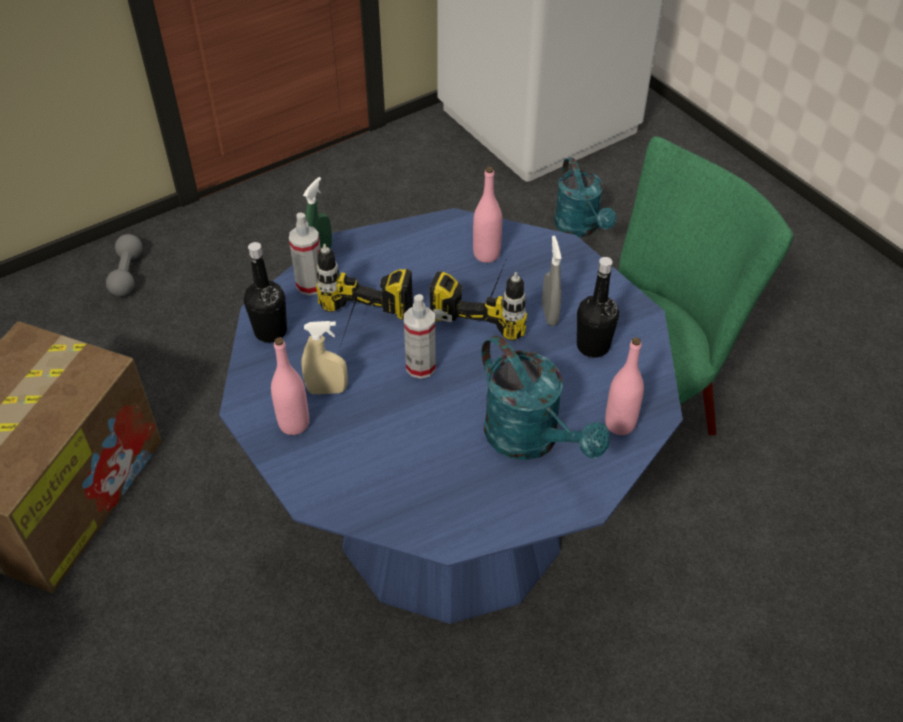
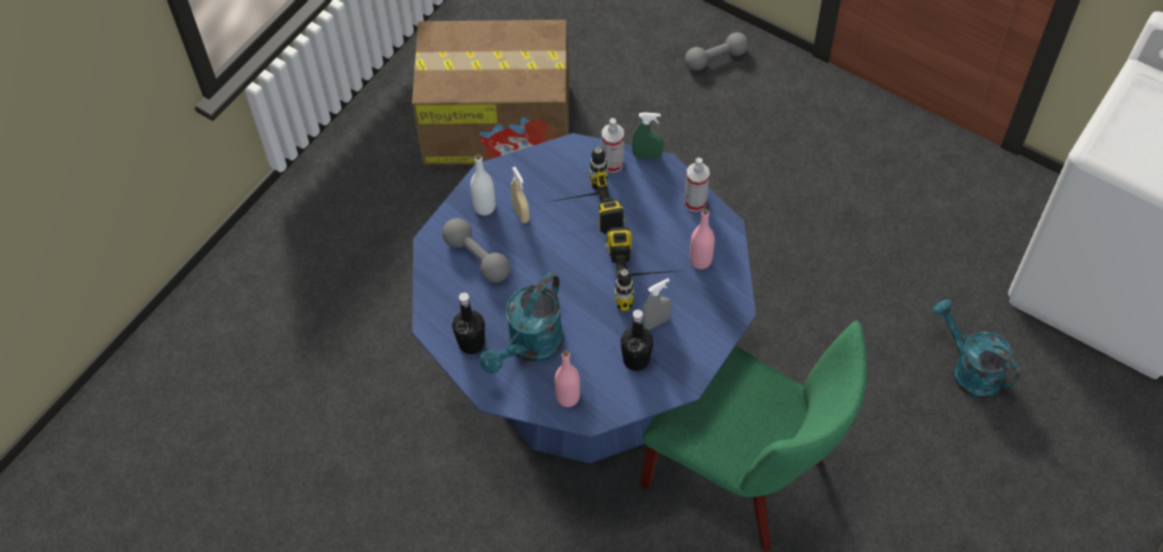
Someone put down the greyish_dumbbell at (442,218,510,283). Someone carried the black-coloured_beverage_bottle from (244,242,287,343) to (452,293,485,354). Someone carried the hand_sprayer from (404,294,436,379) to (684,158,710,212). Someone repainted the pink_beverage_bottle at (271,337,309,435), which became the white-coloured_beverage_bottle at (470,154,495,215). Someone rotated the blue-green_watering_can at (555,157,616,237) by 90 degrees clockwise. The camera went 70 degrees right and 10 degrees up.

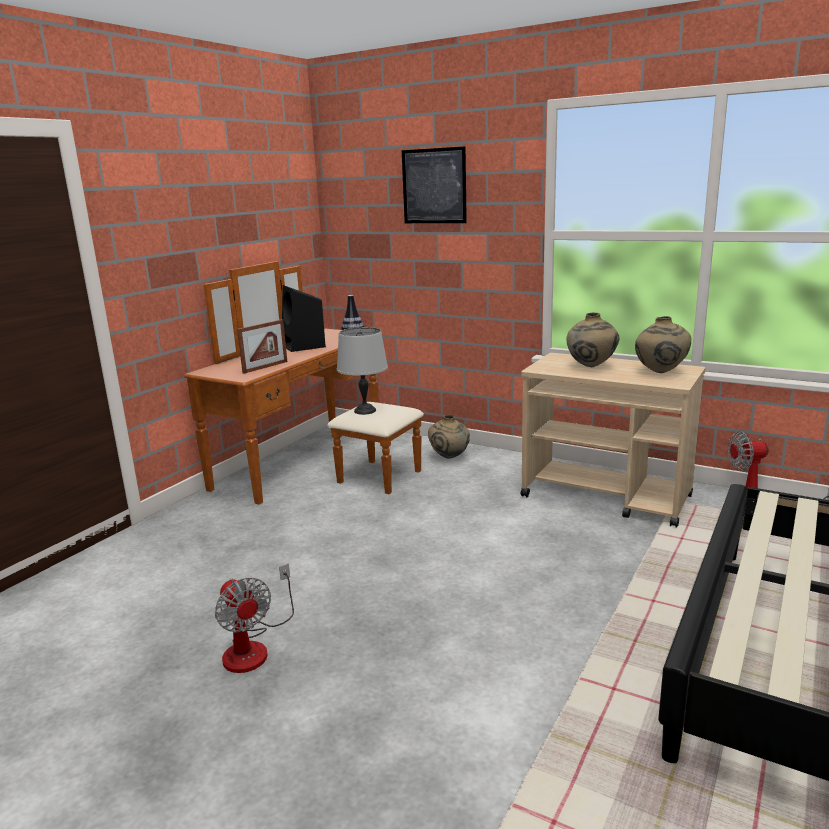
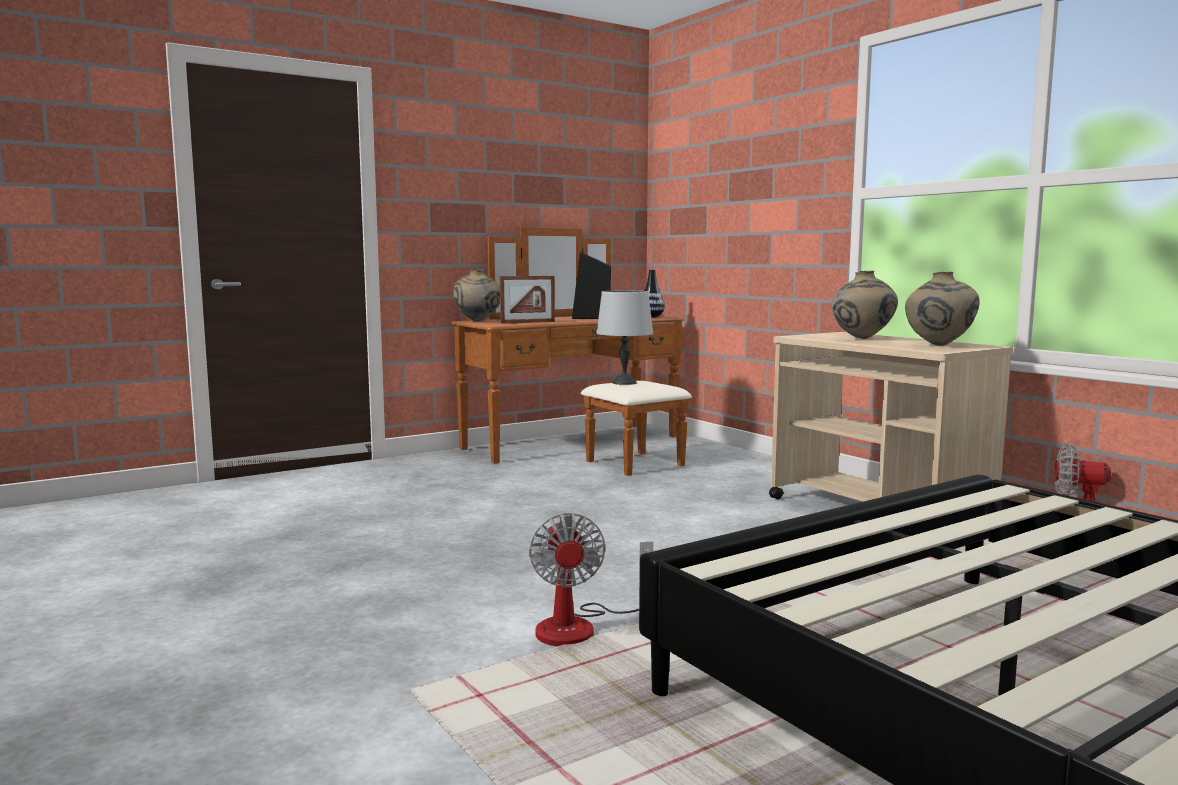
Someone took away the wall_art at (402,146,467,223). Someone carried the electric_fan from (215,564,294,673) to (529,513,653,646). Someone carried the beige-coloured_vase from (428,415,470,459) to (453,269,500,321). The camera went 25 degrees right and 10 degrees down.

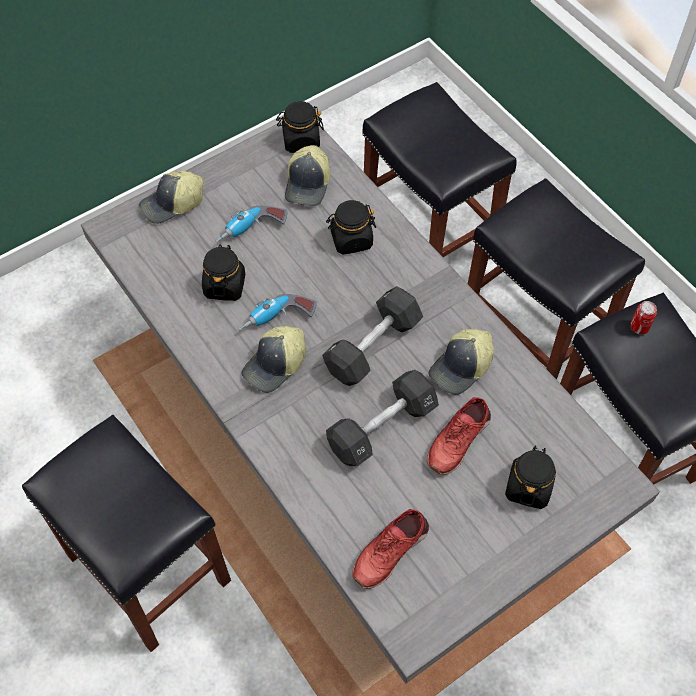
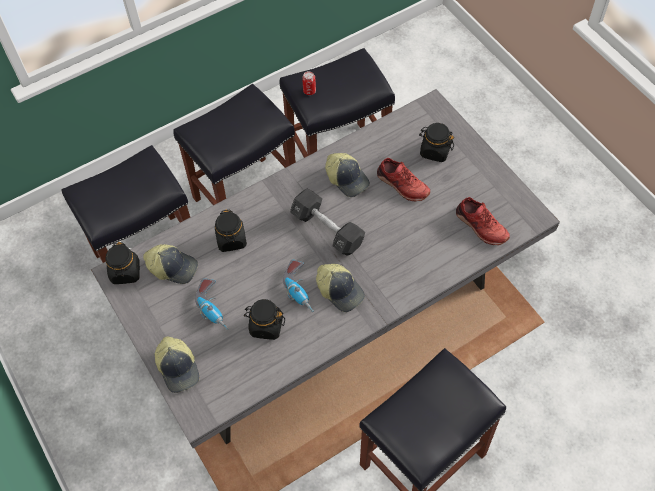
Someone took away the black-coloured_dumbbell at (326,370,439,466). The camera went 85 degrees left and 0 degrees up.

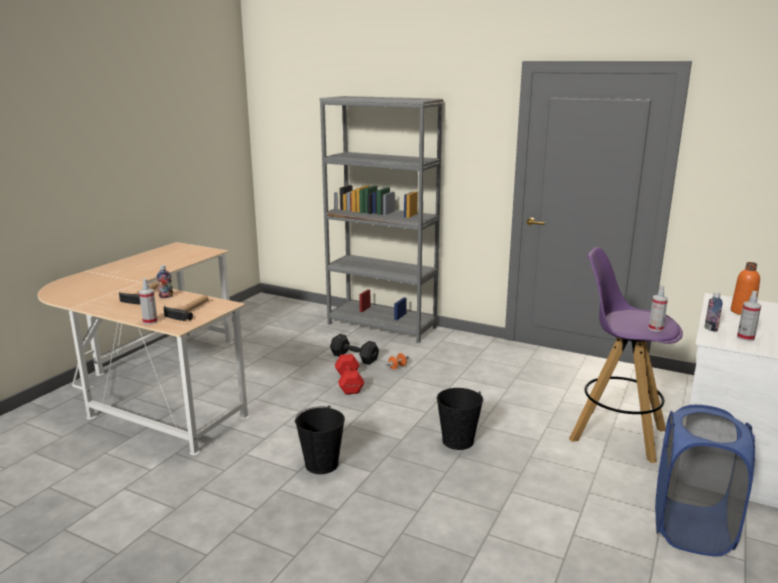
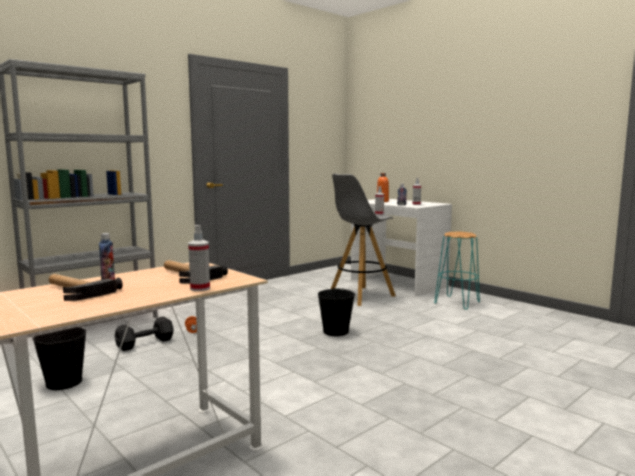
Someone took away the red_dumbbell at (335,354,364,394). Someone carried the black-coloured_bucket from (295,405,345,474) to (32,327,86,390). Someone swapped the bluish_washing_basket at (655,405,755,557) for the blue-green_sitting_stool at (434,232,480,310). Someone repainted the purple_sitting_stool at (569,247,683,463), which became the greyish_sitting_stool at (331,173,396,306). The camera went 70 degrees left and 10 degrees down.

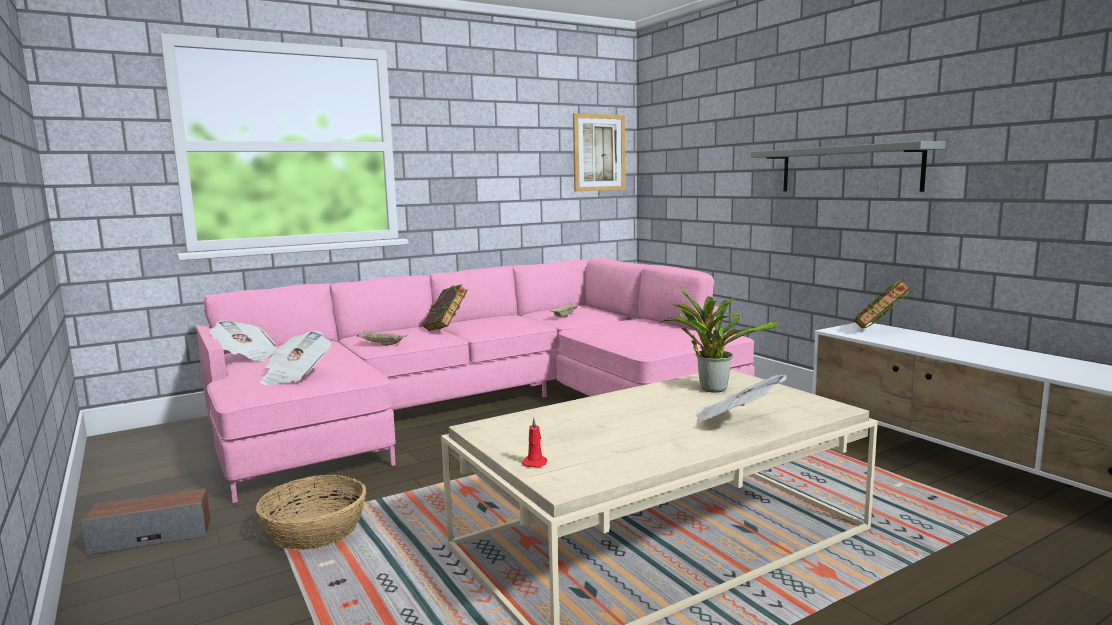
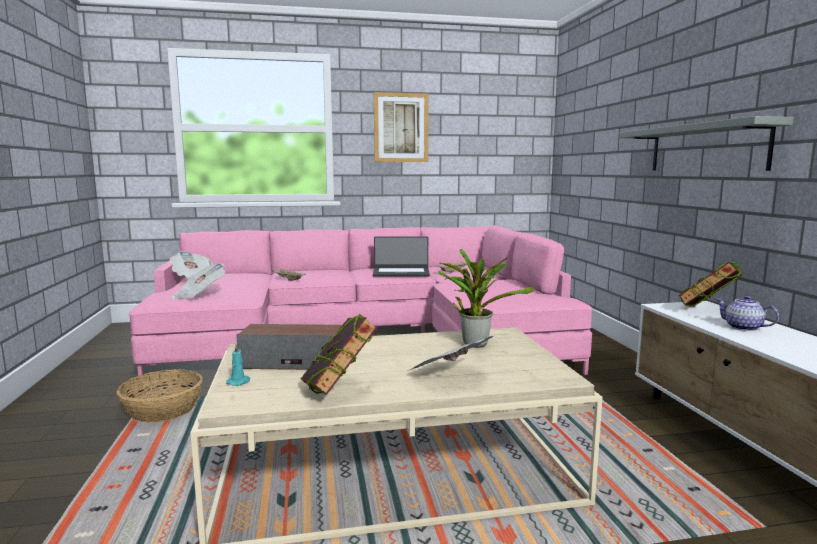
Someone put down the laptop at (373,237,430,277). Someone put down the teapot at (715,295,779,331). Someone carried the loudspeaker from (81,488,210,556) to (236,324,342,370). Someone carried the volume from (423,284,468,331) to (301,314,378,395). Someone carried the wall_art from (573,113,626,192) to (374,92,429,162). Someone repainted the red_wax_candle at (522,418,547,468), which became the blue-green_wax_candle at (226,343,250,386). The camera went 20 degrees right and 0 degrees up.

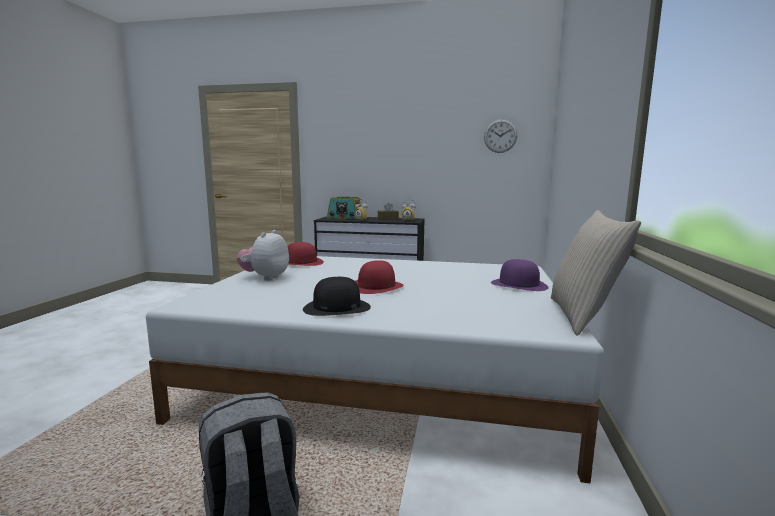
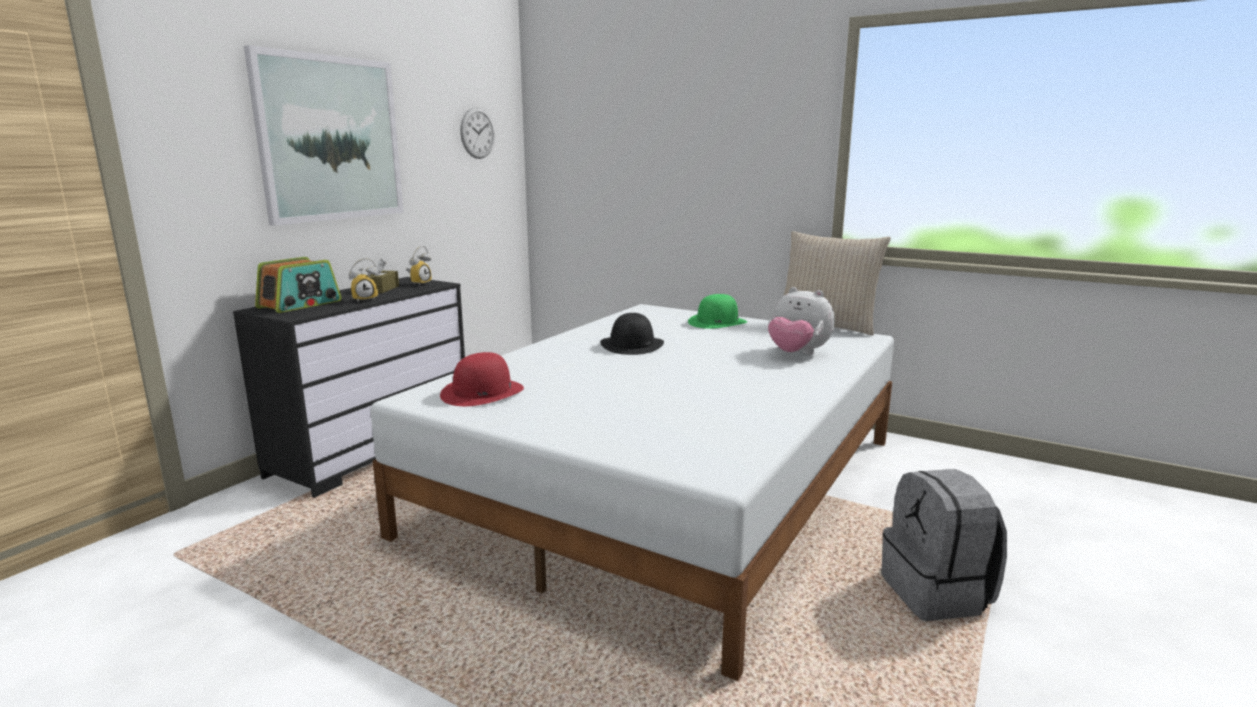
Someone took away the red_clothing_hat at (355,260,404,294). Someone put up the wall_art at (244,45,404,226). Someone carried the soft_toy from (237,230,289,281) to (768,287,835,354). Someone carried the black-coloured_clothing_hat from (303,277,371,316) to (600,313,664,355). Someone repainted the purple_clothing_hat at (491,259,548,291), which became the green_clothing_hat at (688,294,747,329). The camera went 70 degrees left and 5 degrees up.

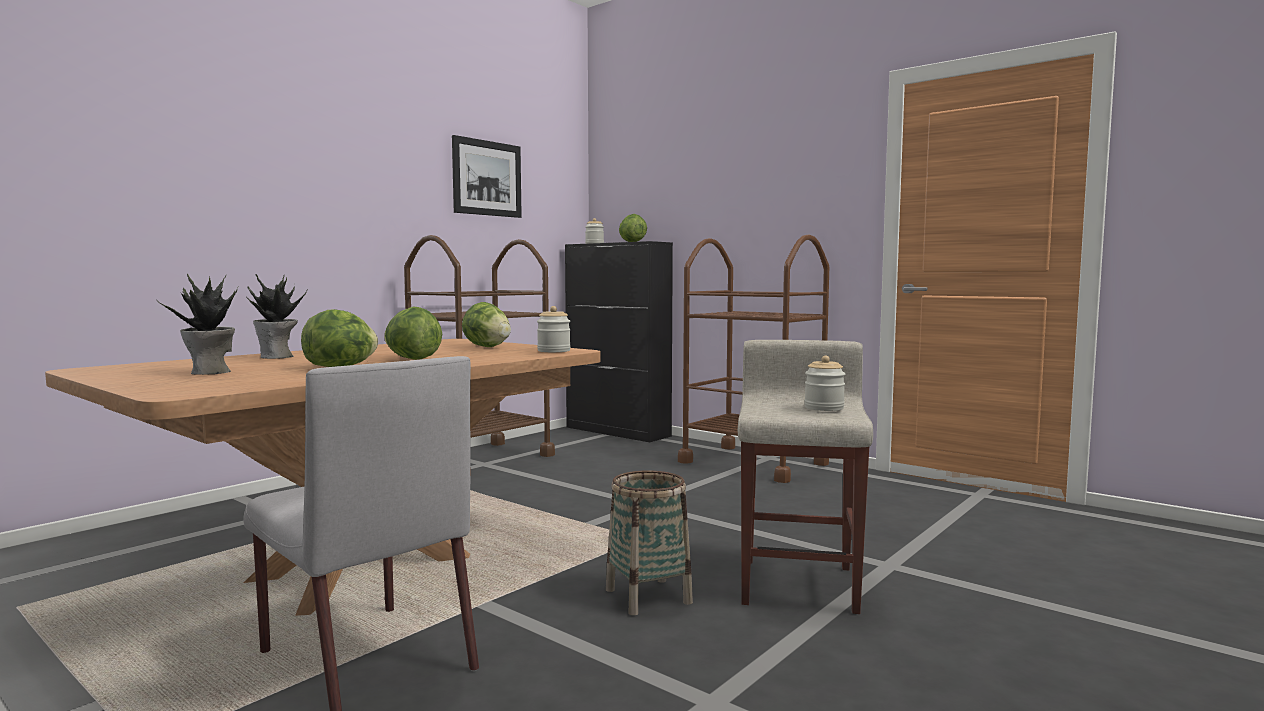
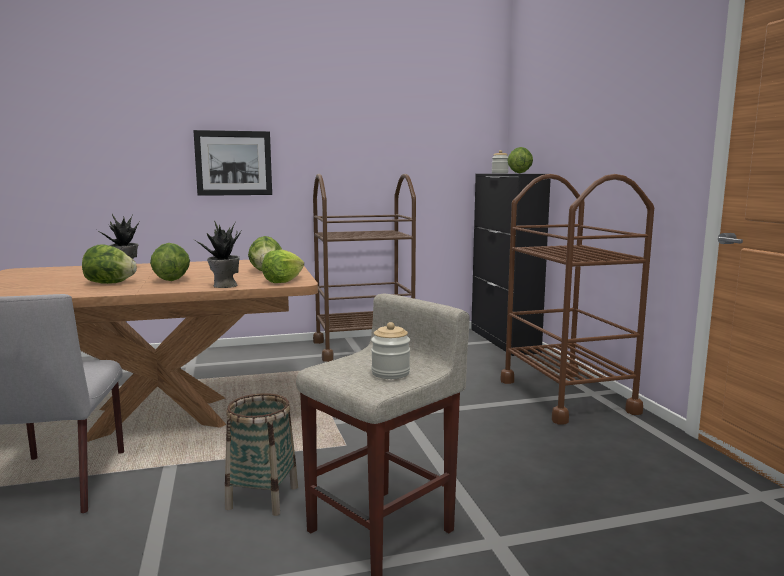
Someone carried the houseplant from (159,273,238,375) to (195,220,241,288). Someone carried the wall_art from (452,135,522,218) to (193,130,272,196). Someone swapped the jar at (537,306,571,352) for the lettuce_head at (261,249,304,283). The camera went 35 degrees right and 5 degrees up.

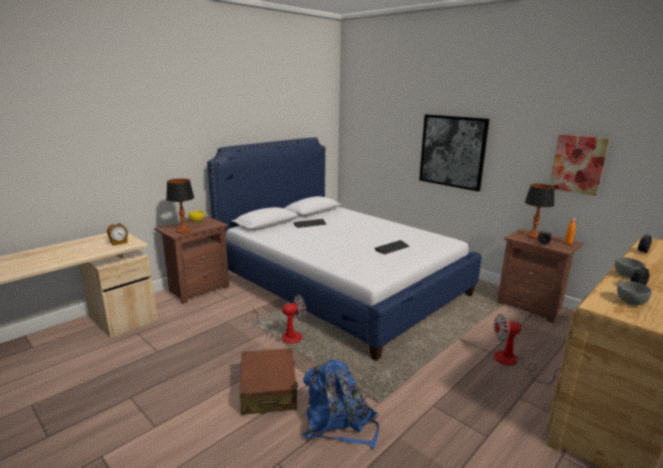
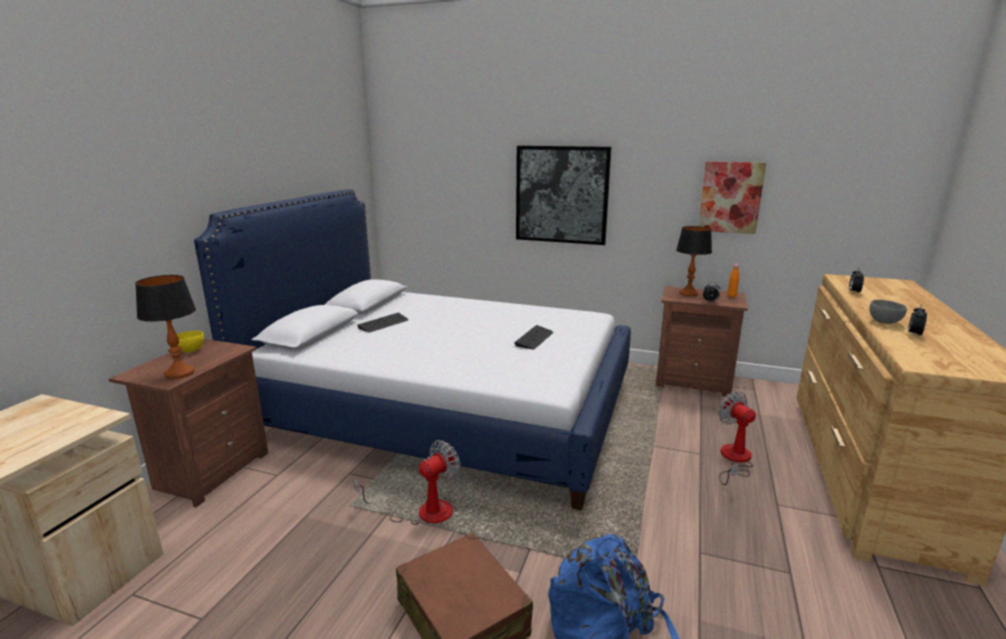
Someone took away the alarm_clock at (107,223,128,246). Someone took away the greyish_bowl at (617,281,651,305). Someone rotated the electric_fan at (494,314,561,384) by 90 degrees clockwise. The camera went 25 degrees left and 0 degrees up.

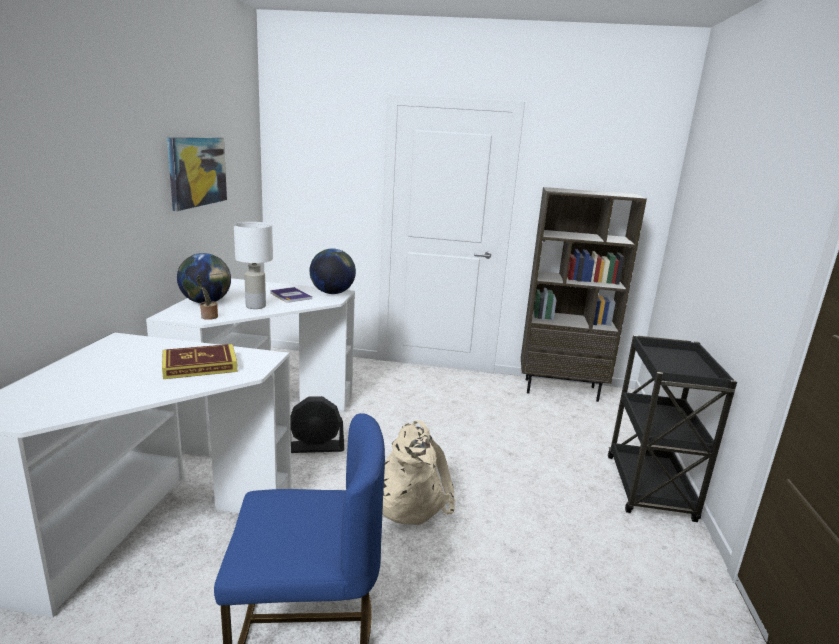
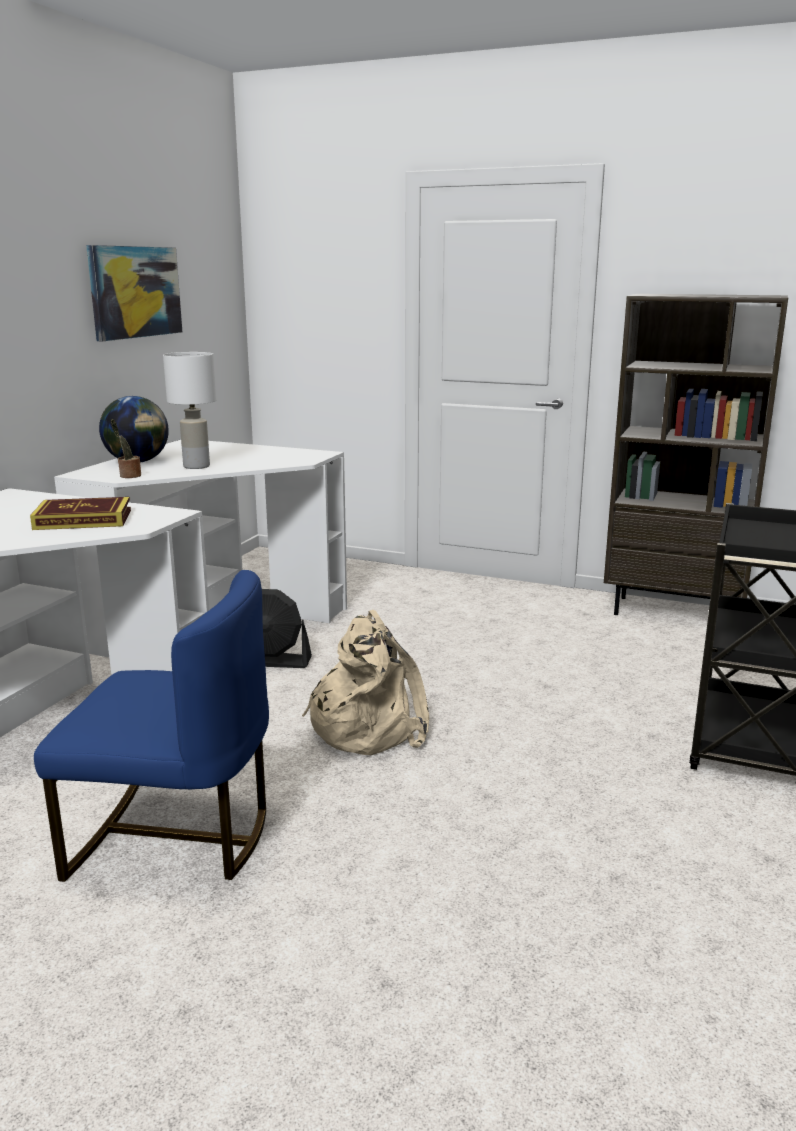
Someone took away the volume at (271,287,312,303). Someone took away the globe at (310,248,356,294). The camera went 15 degrees right and 0 degrees up.

